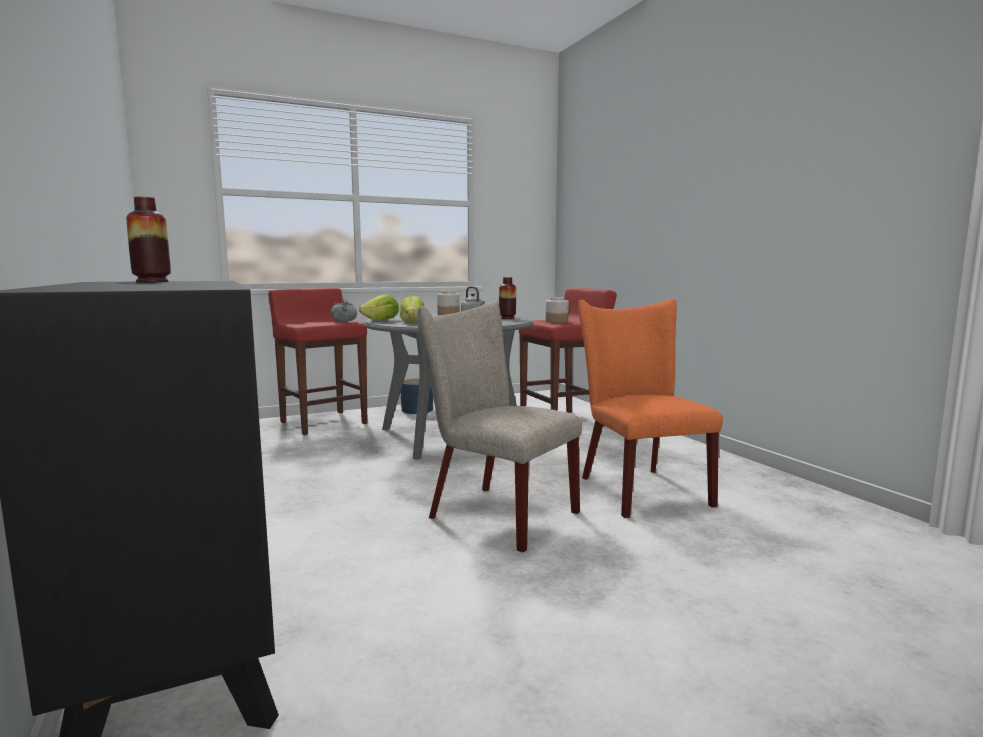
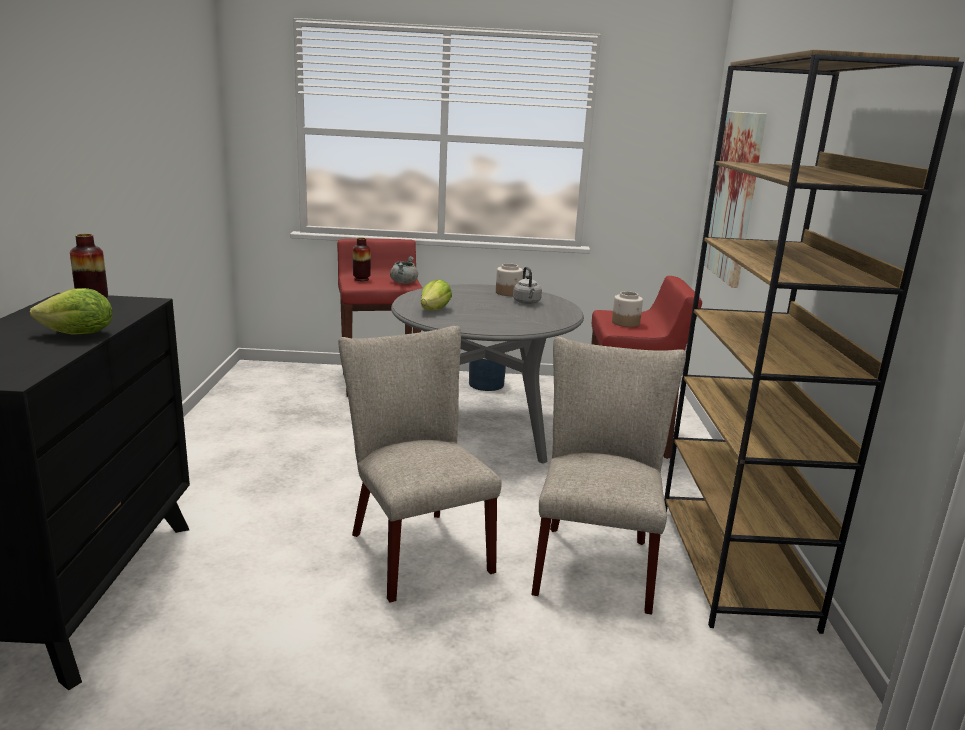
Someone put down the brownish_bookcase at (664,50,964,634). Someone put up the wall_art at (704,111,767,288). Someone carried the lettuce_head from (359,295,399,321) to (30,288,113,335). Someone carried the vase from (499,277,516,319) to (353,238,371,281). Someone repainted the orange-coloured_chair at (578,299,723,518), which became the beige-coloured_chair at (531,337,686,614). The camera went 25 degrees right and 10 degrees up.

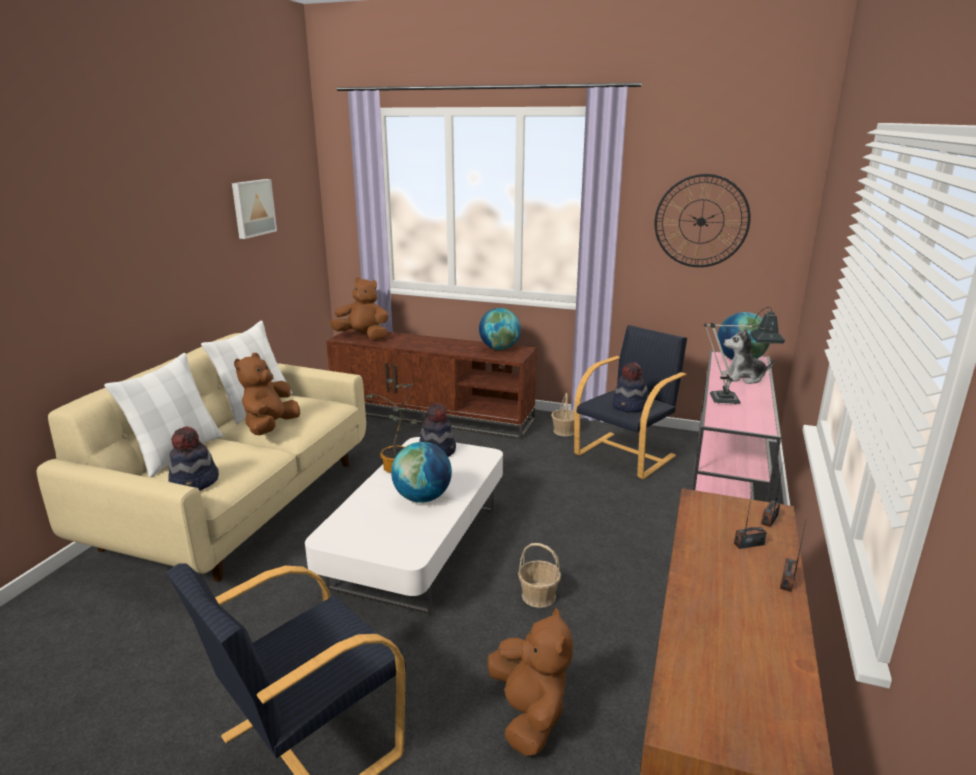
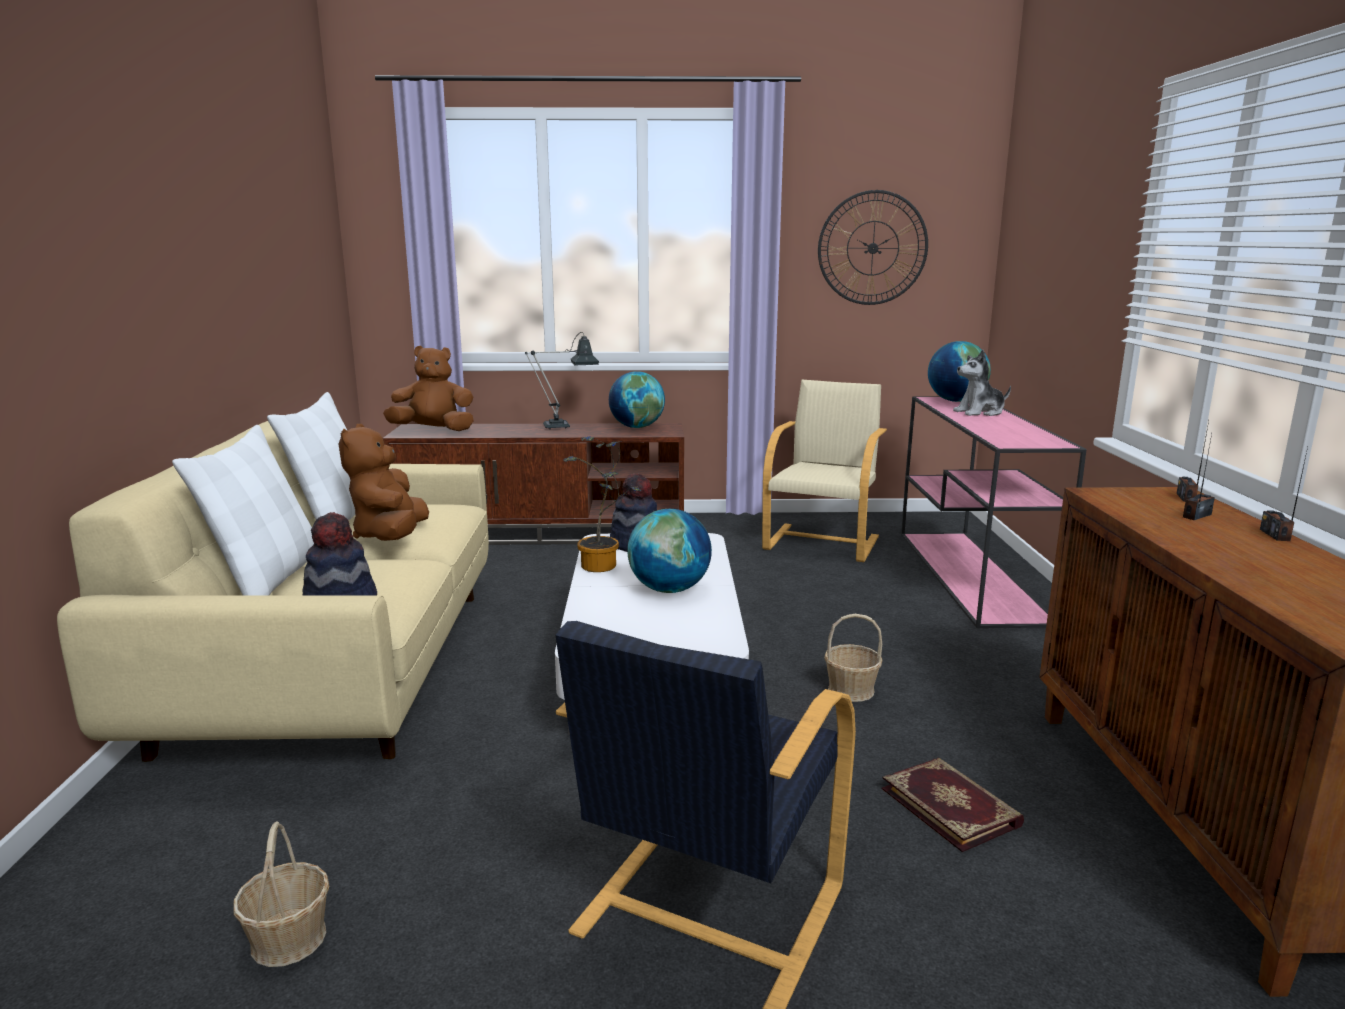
Someone took away the wall_art at (232,179,277,239). Someone took away the clothing_hat at (612,363,648,413). Someone carried the storage_basket from (551,393,574,436) to (233,821,329,967). Someone carried the lamp_for_a_table from (704,307,785,404) to (525,332,599,429). Someone swapped the brownish_soft_toy at (487,607,573,756) for the volume at (882,758,1024,852). Someone repainted the black-coloured_armchair at (574,325,687,480), which became the beige-coloured_armchair at (762,380,887,562). The camera went 20 degrees left and 5 degrees down.

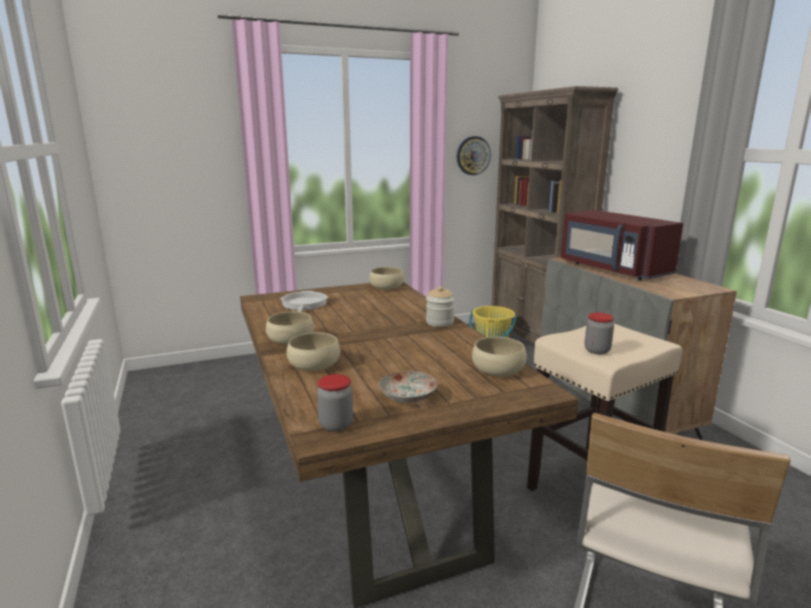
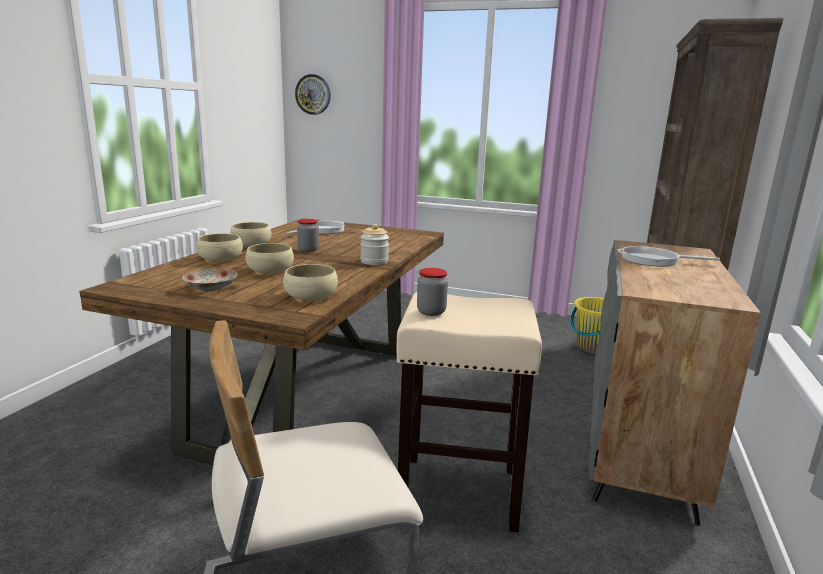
Someone carried the jar from (317,374,353,432) to (297,219,319,252). Someone carried the beige-coloured_bowl from (369,267,404,290) to (245,243,294,274). Someone carried the hanging_clock from (457,136,491,175) to (295,74,331,115). Someone swapped the red_microwave_oven at (561,210,683,280) for the pan at (618,246,720,267). The camera went 40 degrees right and 0 degrees up.

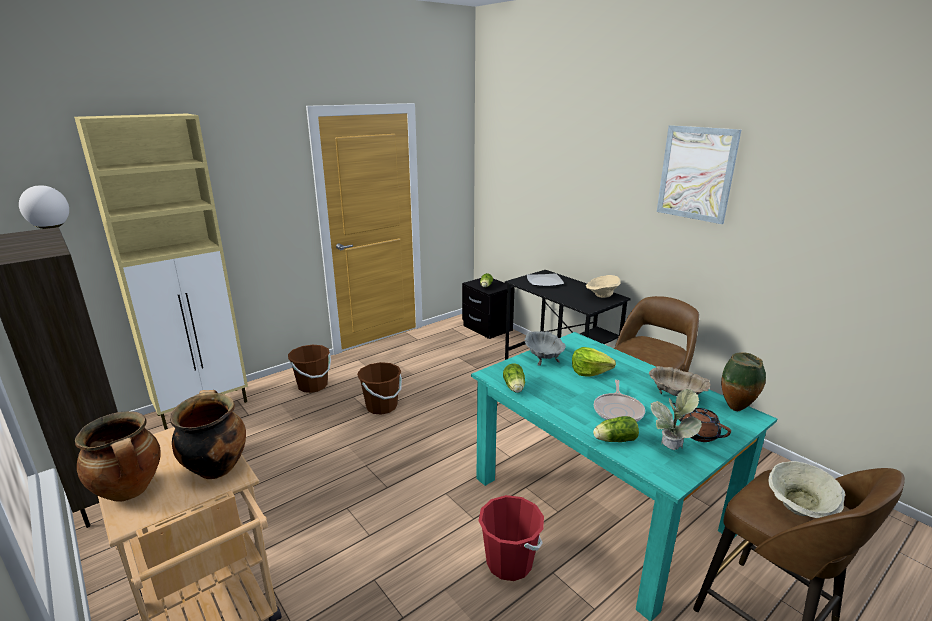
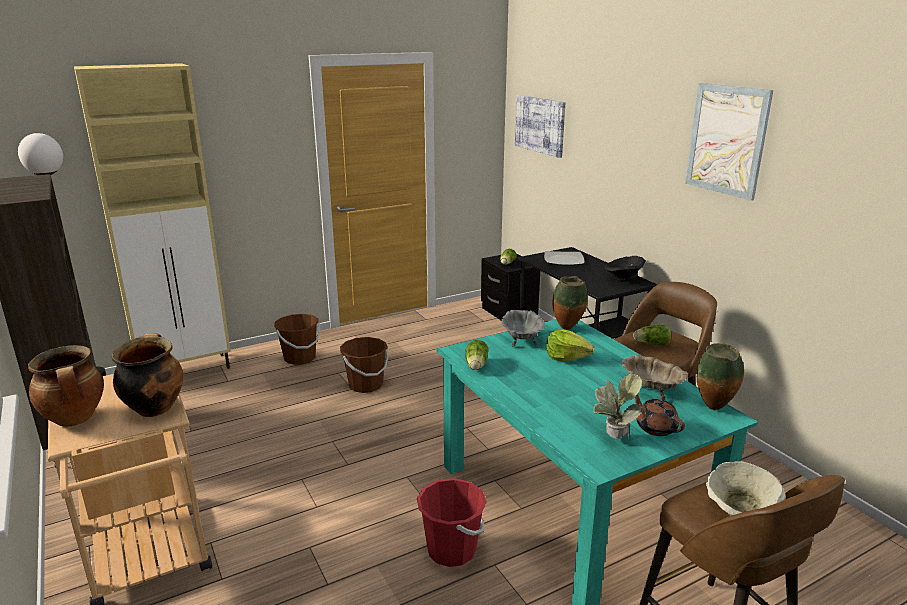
Someone took away the pan at (594,380,645,422). Someone put up the wall_art at (515,95,565,158). Someone put down the vase at (553,276,588,330). Someone carried the lettuce_head from (593,416,639,442) to (633,325,671,345). Someone repainted the beige-coloured_bowl at (586,275,621,298), which became the black-coloured_bowl at (605,256,646,282). The camera went 10 degrees right and 0 degrees up.

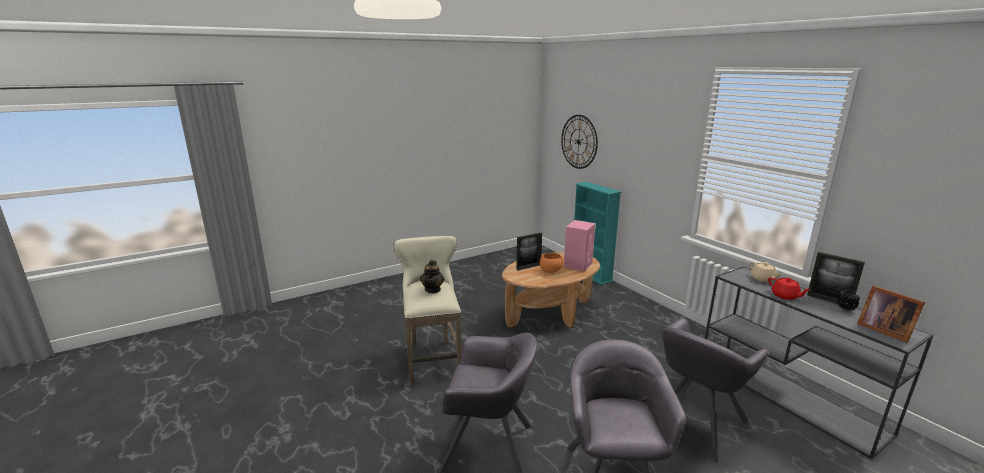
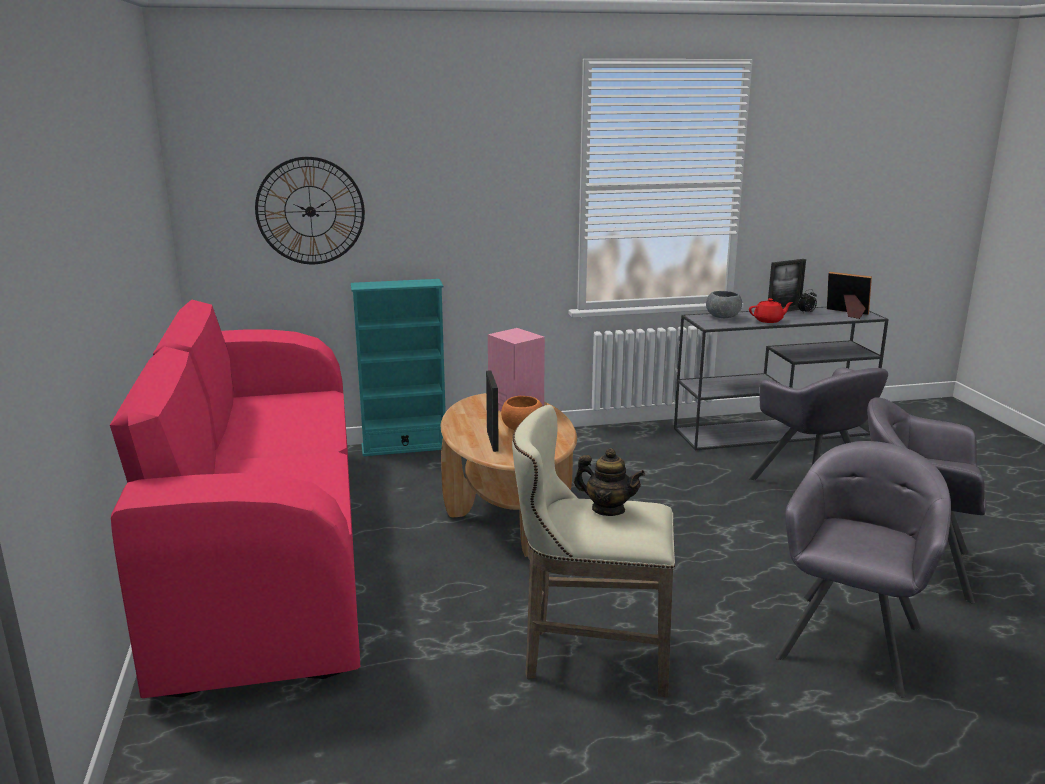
Someone put down the pink_couch at (110,300,361,698). Someone swapped the beige-coloured_teapot at (750,262,782,283) for the greyish_bowl at (706,291,742,318). Someone rotated the standing_frame at (857,286,925,343) by 135 degrees counterclockwise. The camera went 70 degrees left and 0 degrees up.

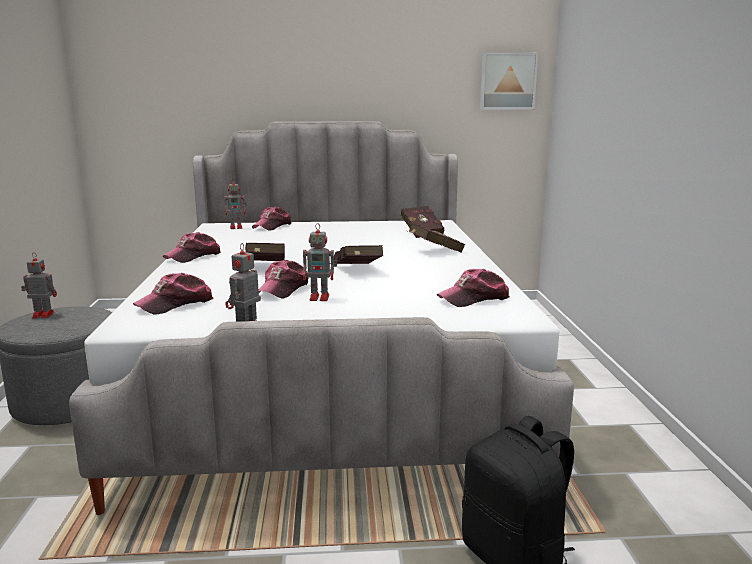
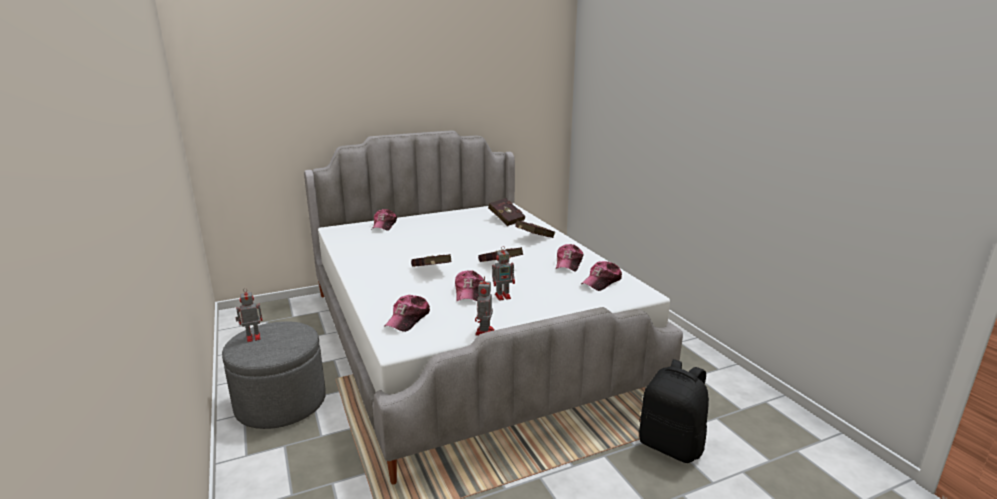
Someone took away the toy_robot at (224,178,247,229). Someone took away the wall_art at (480,53,538,110). Someone carried the cap from (163,232,221,263) to (556,244,583,272). The camera went 20 degrees left and 5 degrees up.

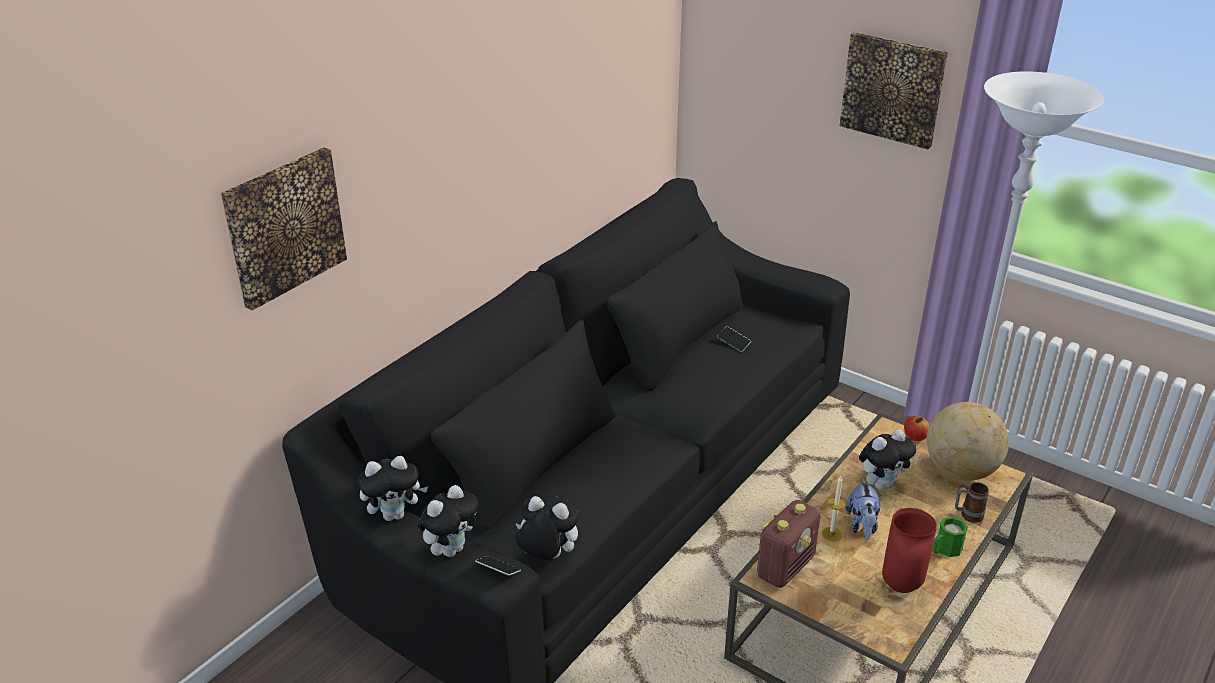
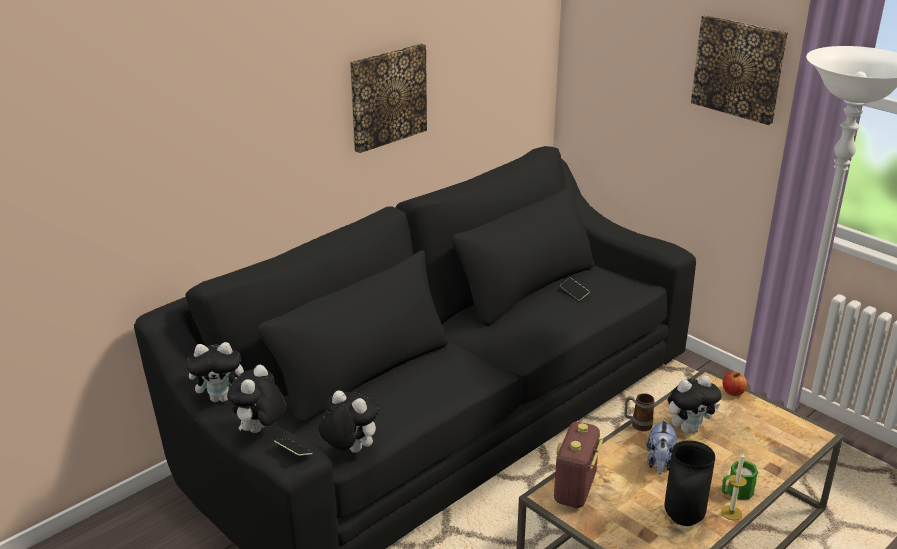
Someone took away the globe at (927,402,1009,481). Someone carried the wall_art from (220,147,347,310) to (350,44,427,153). Someone carried the wax_candle from (822,476,846,542) to (721,452,747,520). Someone carried the coffee_mug from (955,482,989,523) to (624,393,655,431). Someone repainted the red_vase at (882,508,937,593), which became the black-coloured_vase at (664,440,715,526). Someone rotated the soft_toy at (418,485,479,557) by 150 degrees clockwise. Someone rotated the radio_receiver at (757,500,821,588) by 150 degrees clockwise. The camera went 10 degrees right and 5 degrees down.

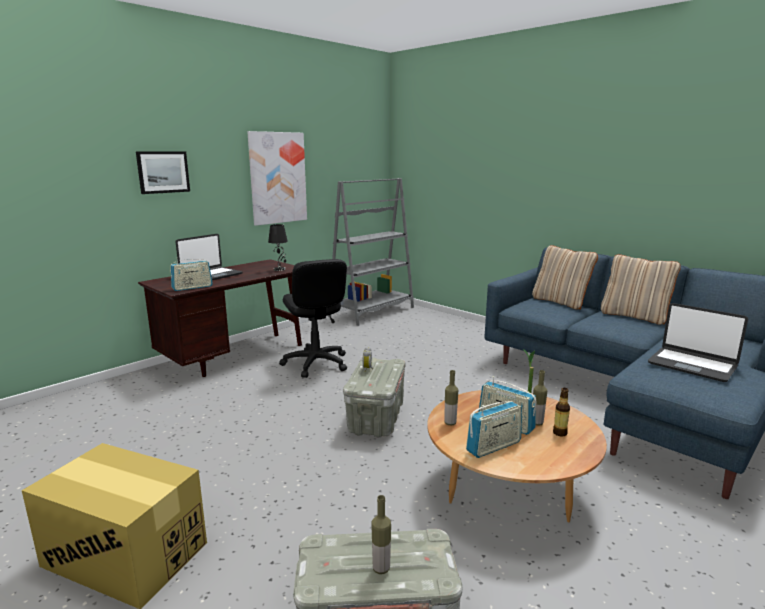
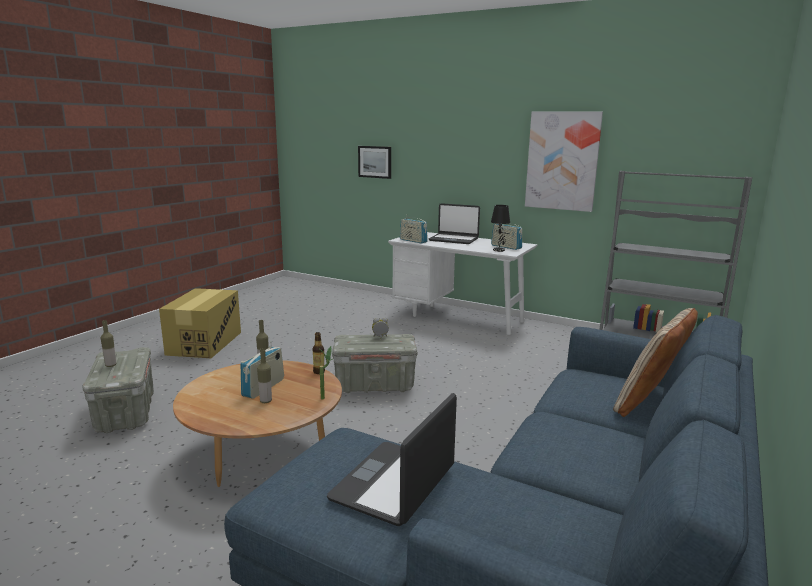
Someone took away the black-coloured_desk_chair at (279,259,347,378). Someone took away the beige-coloured_throw_pillow at (601,254,681,325). Someone carried the wall_art from (136,151,190,194) to (358,146,391,179). Someone carried the radio_receiver from (466,401,522,458) to (491,223,522,250). Someone carried the beverage_bottle from (553,388,570,437) to (312,332,325,374). Someone repainted the brownish_desk_unit at (138,259,302,377), which became the white-coloured_desk_unit at (388,232,537,335). The camera went 75 degrees right and 0 degrees up.

